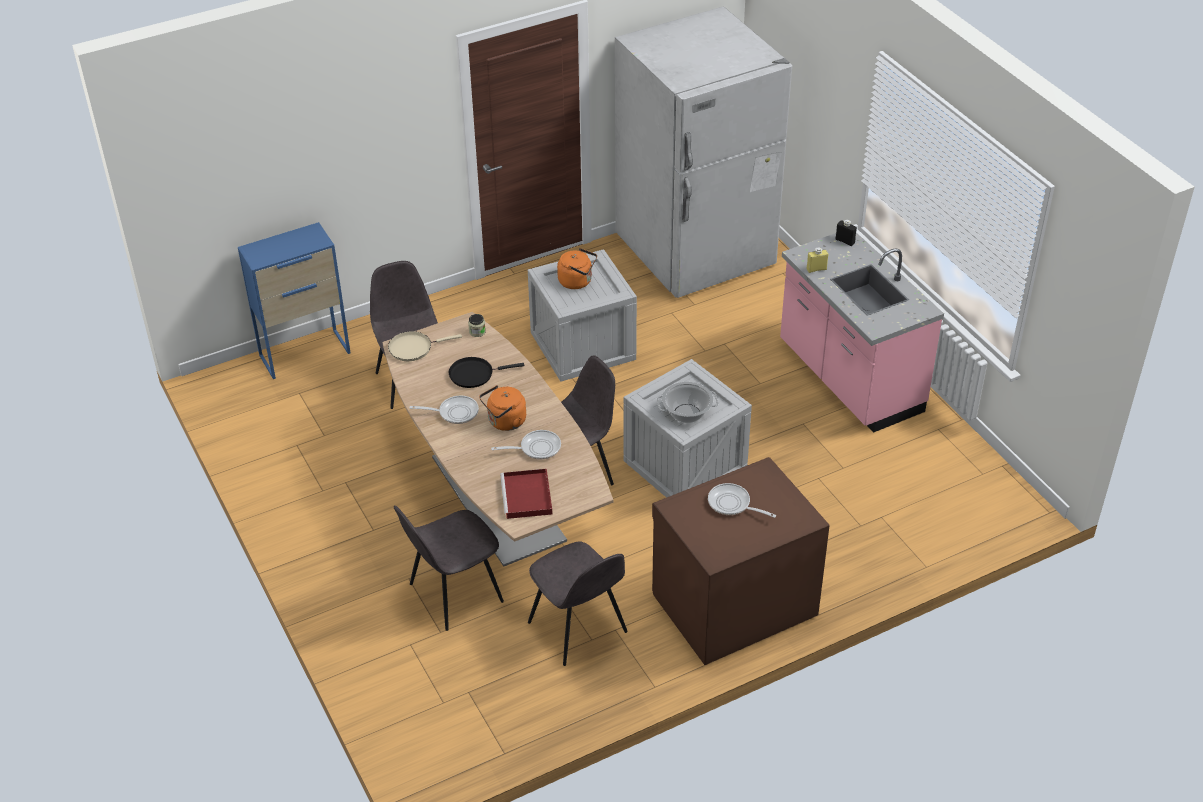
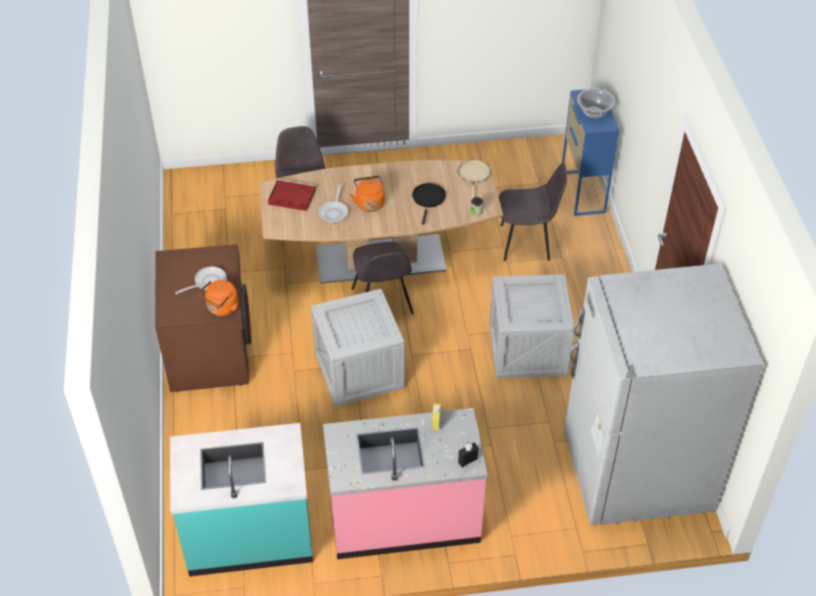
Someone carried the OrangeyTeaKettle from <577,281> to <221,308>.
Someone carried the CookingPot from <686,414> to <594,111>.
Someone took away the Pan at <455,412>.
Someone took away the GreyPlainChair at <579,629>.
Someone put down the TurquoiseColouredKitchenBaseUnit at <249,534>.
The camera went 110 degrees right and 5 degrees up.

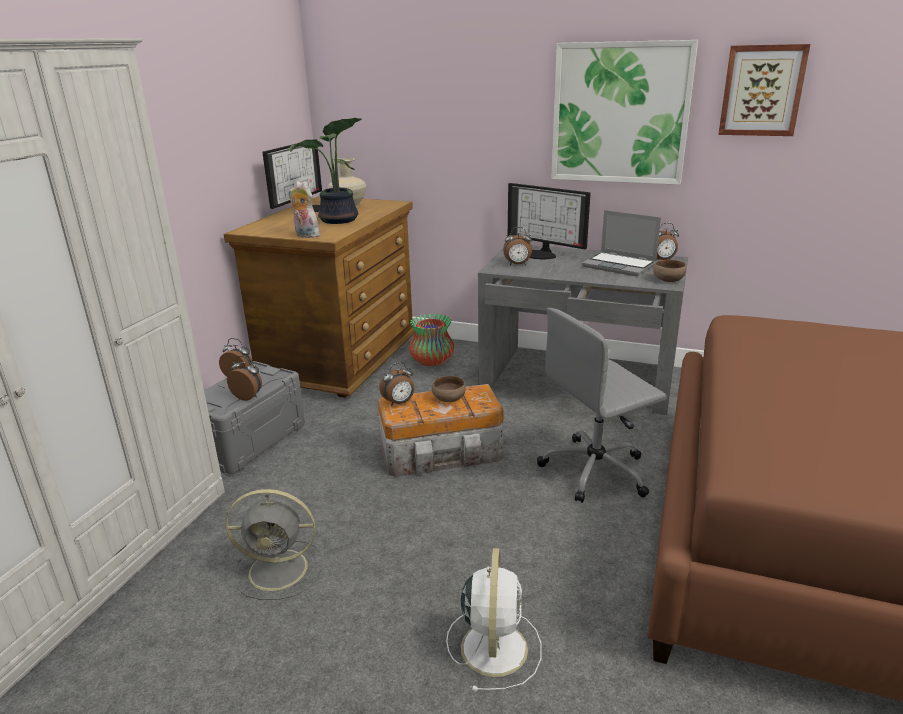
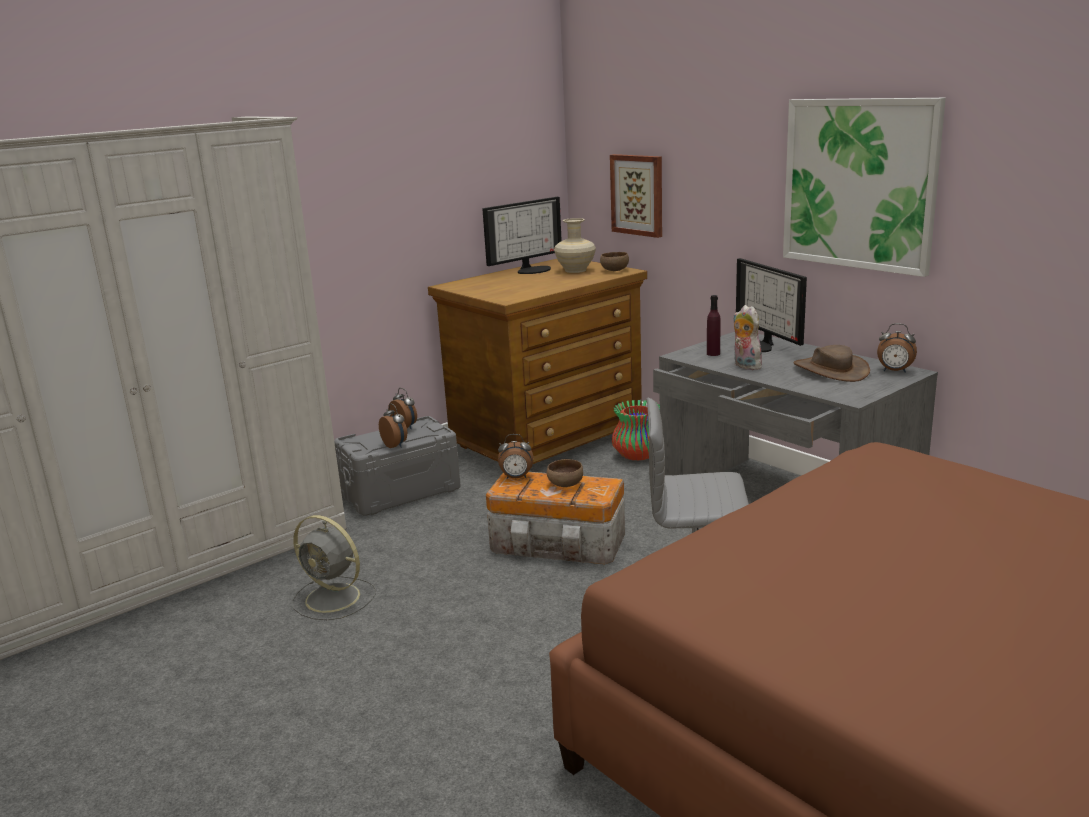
Someone carried the WallArt from <762,90> to <638,195>.
Someone took away the PlantInAPot at <338,220>.
Someone carried the PlushToy from <305,235> to <745,366>.
Someone swapped the NotebookComputer at <620,265> for the BrownClothingHat at <830,370>.
Someone swapped the BedsideClock at <517,265> for the PurpleColouredDrinkBottle at <713,354>.
Someone carried the BrownDeepDish from <667,280> to <614,270>.
Someone took away the WhiteFan at <494,645>.
The camera went 30 degrees right and 5 degrees down.

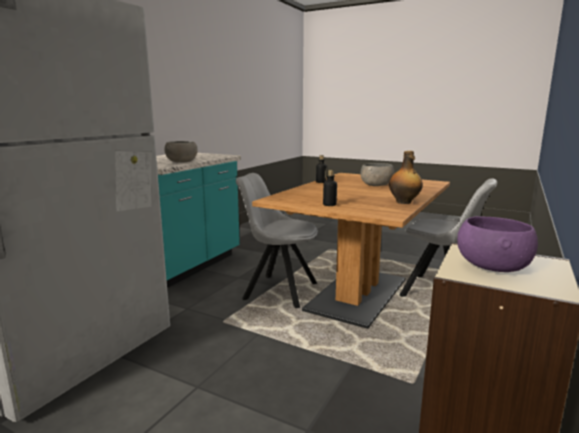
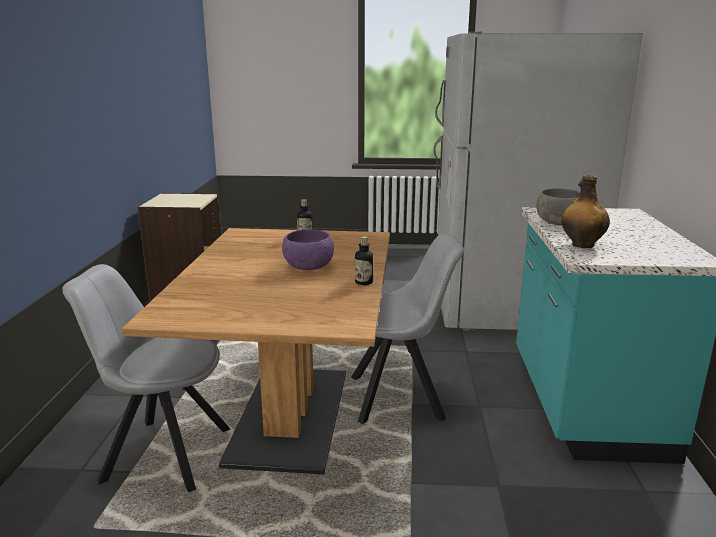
Someone carried the DrinkBottle from <404,202> to <581,245>.
Someone took away the GreyDeepDish at <377,185>.
Someone carried the PurpleColouredDeepDish from <492,266> to <308,266>.
The camera went 155 degrees right and 5 degrees up.

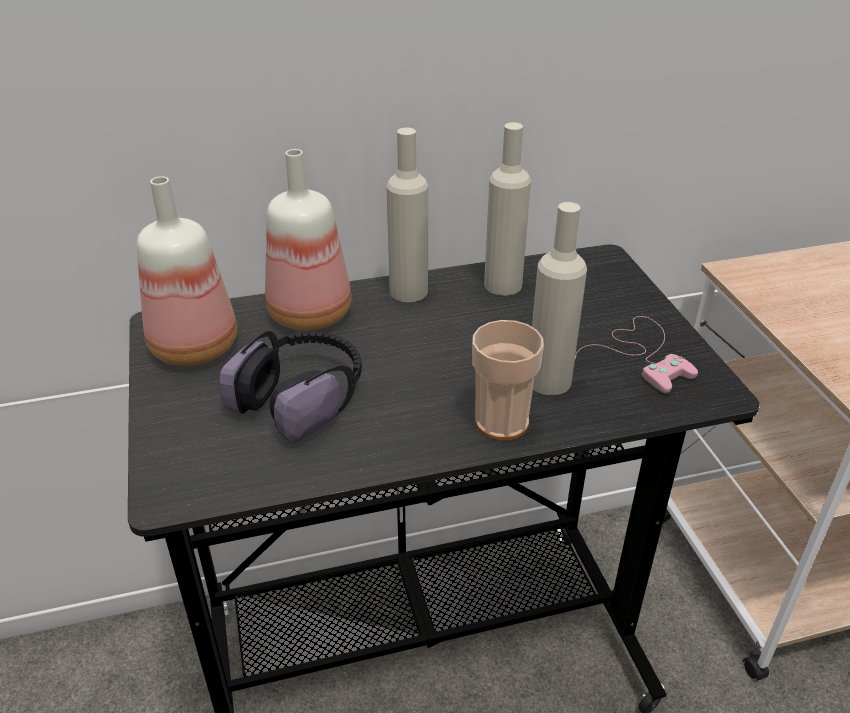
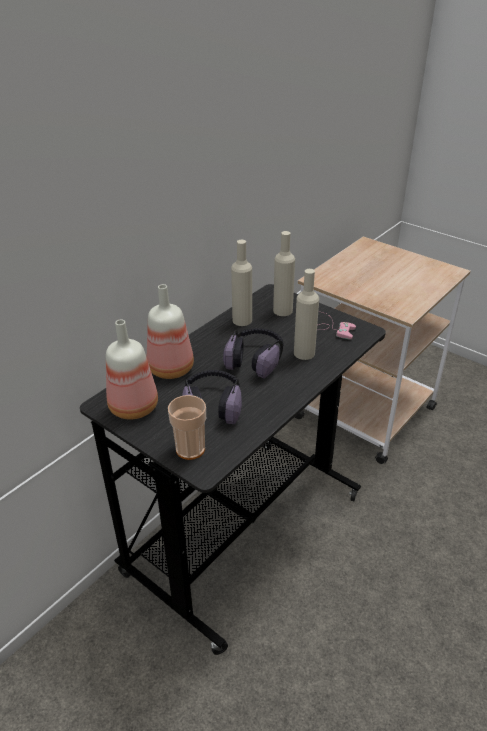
Someone carried the BeigeColouredDrinkBottle from <408,291> to <283,311>.
Someone carried the SmallCup from <501,422> to <190,449>.
Someone put down the Headset at <255,359>.
The camera went 35 degrees left and 0 degrees up.

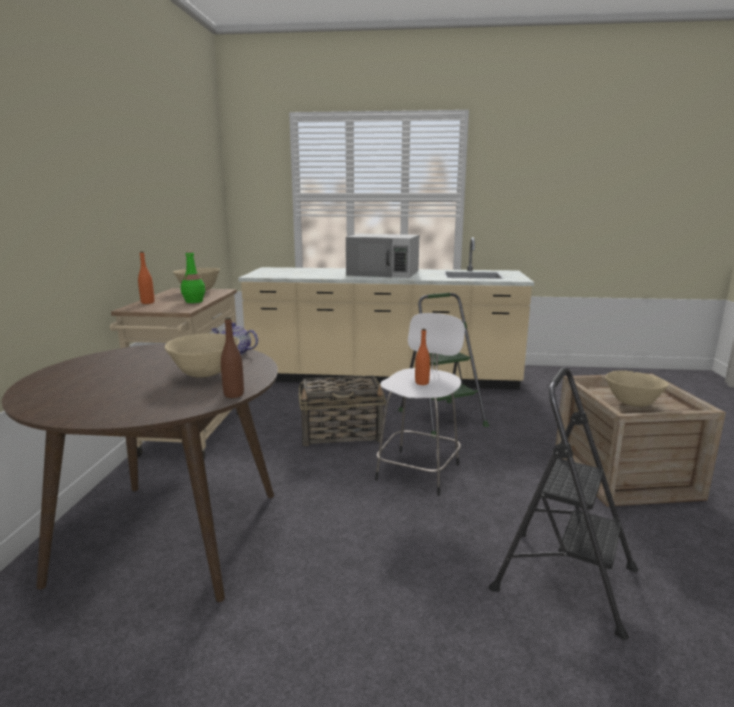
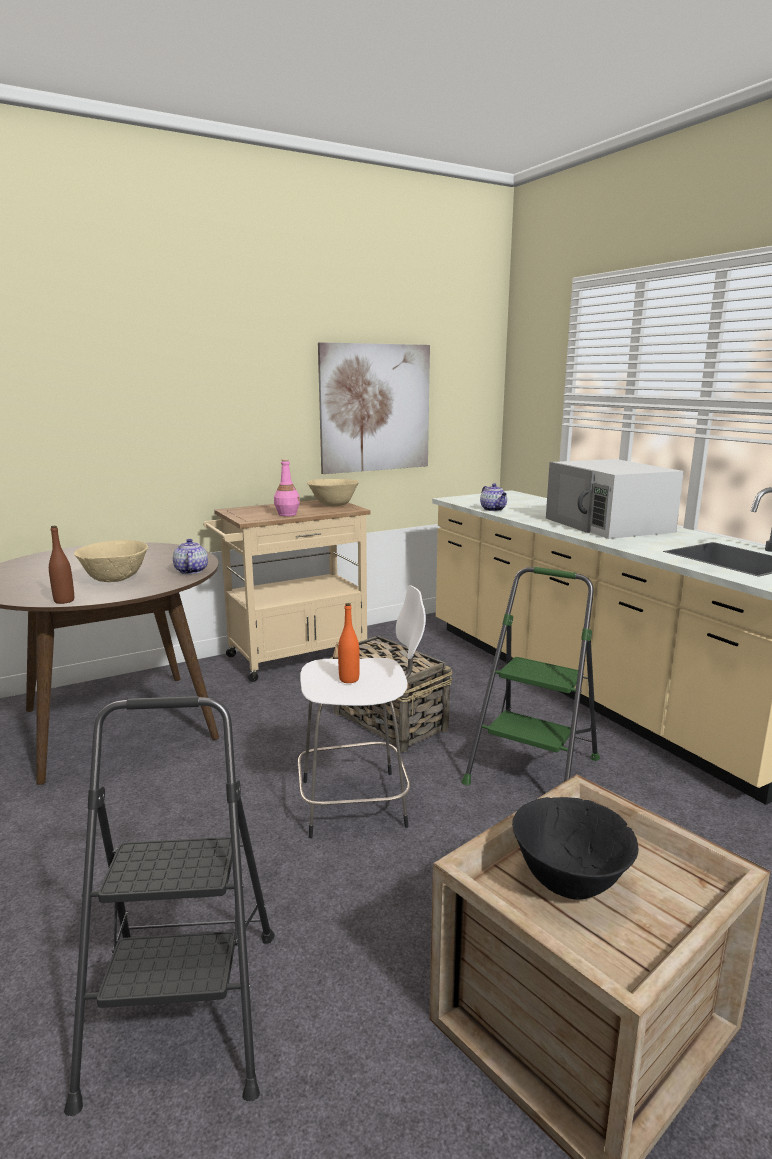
Someone repainted the GreenishDrinkBottle at <194,301>, which became the PinkishDrinkBottle at <287,514>.
Someone took away the OrangeyDrinkBottle at <147,302>.
Someone repainted the BeigeColouredDeepDish at <632,404>, which became the BlackColouredDeepDish at <568,880>.
Someone put up the WallArt at <375,408>.
Someone put down the PotForTea at <493,509>.
The camera went 55 degrees right and 0 degrees up.

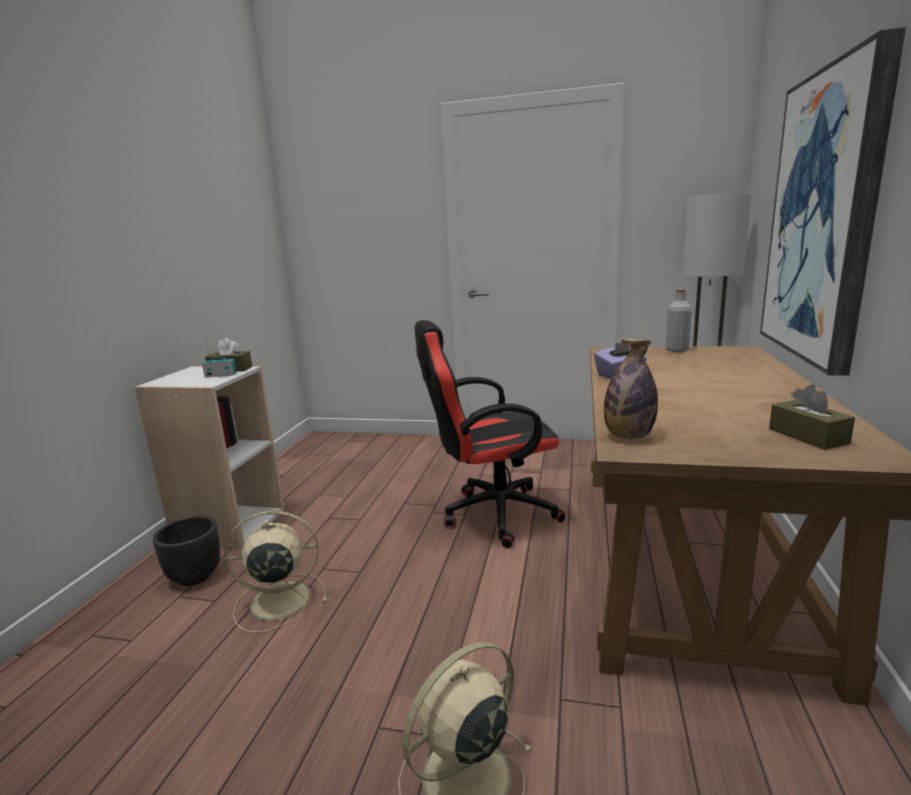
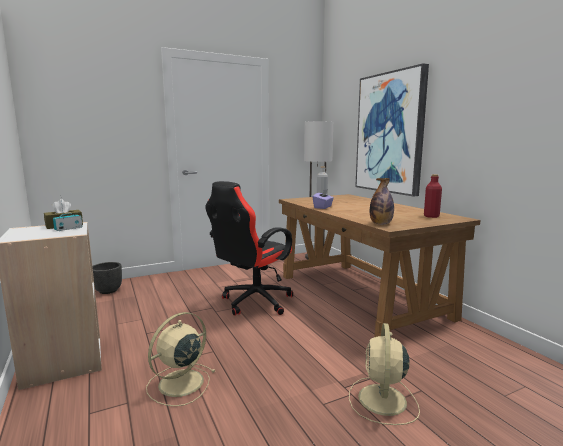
Someone swapped the BrownTissueBox at <807,436> for the RedDrinkBottle at <431,216>.
Someone carried the BlackColouredPlanter from <195,576> to <108,291>.
The camera went 40 degrees left and 5 degrees down.

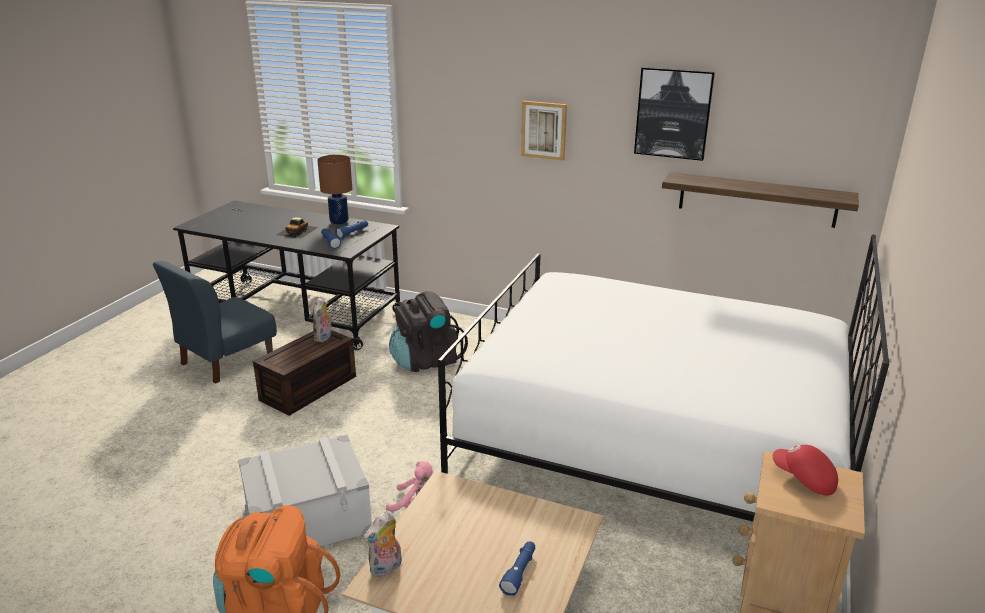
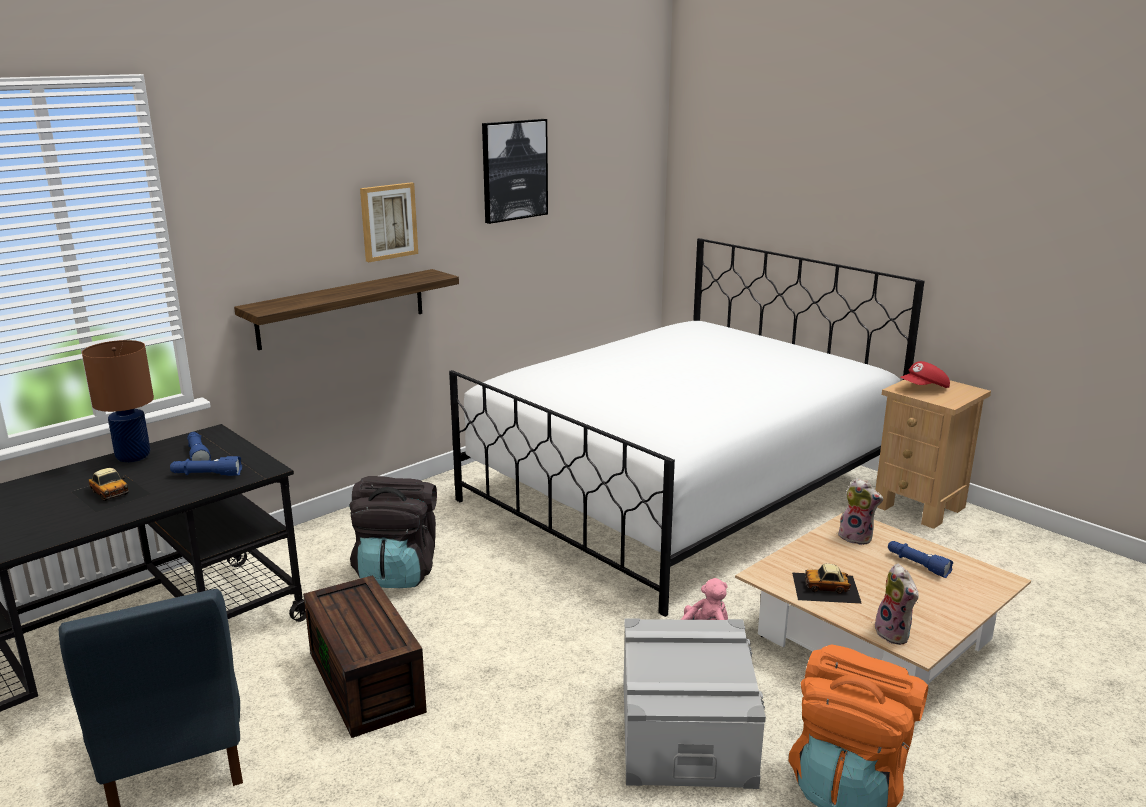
Someone carried the WallShelf from <757,199> to <342,308>.
Someone carried the PlushToy from <324,338> to <857,537>.
Someone put down the MiniatureCar at <826,587>.
The camera went 65 degrees left and 5 degrees down.

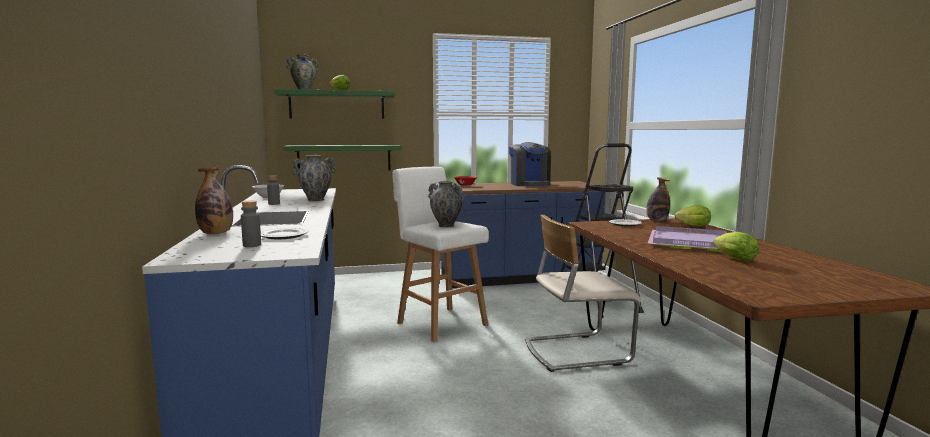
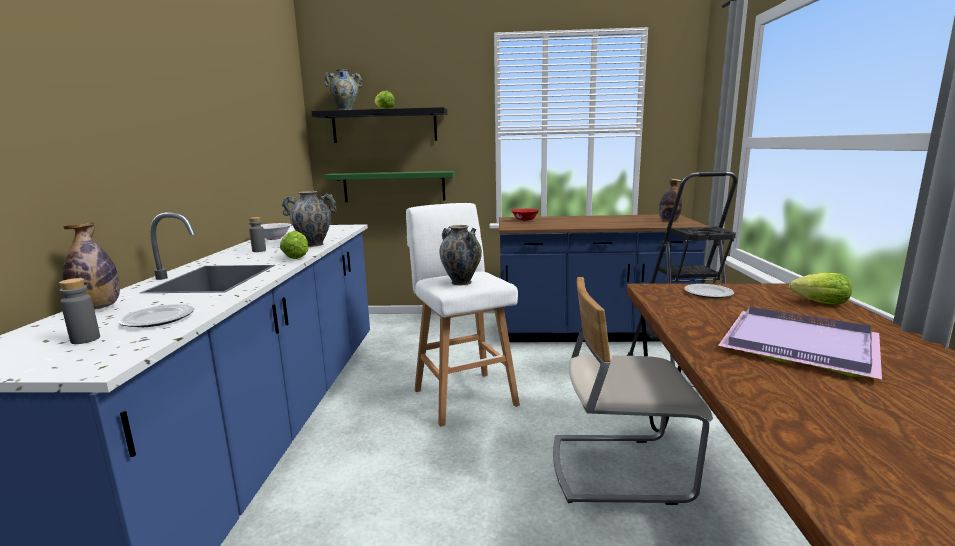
Someone repainted the GreenishWallShelf at <337,105>, which became the BlackColouredWallShelf at <384,126>.
Someone took away the CoffeeMaker at <529,184>.
Someone carried the DrinkBottle from <657,220> to <668,220>.
Someone carried the Lettuce from <732,258> to <296,256>.
The camera went 15 degrees right and 5 degrees up.

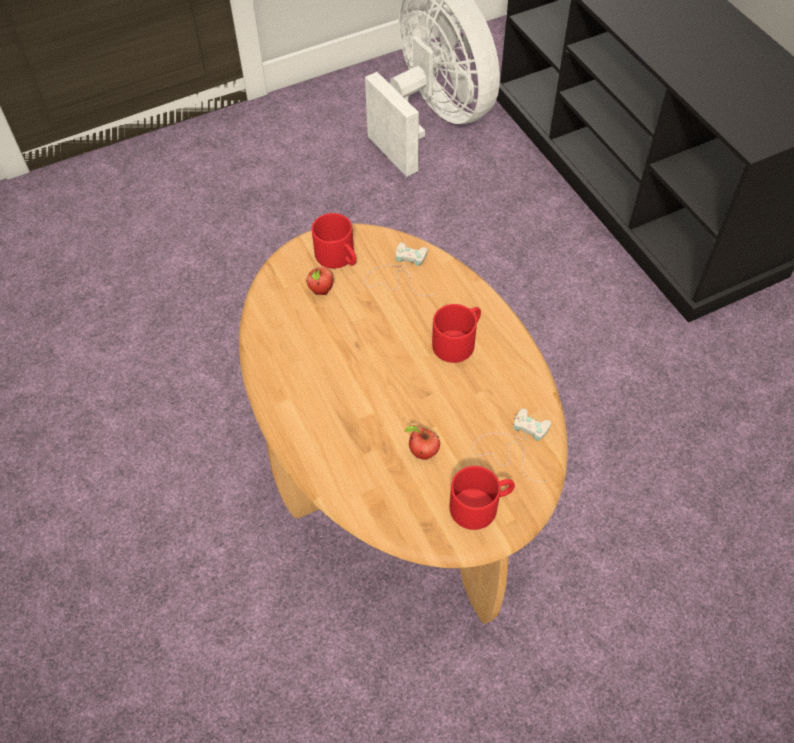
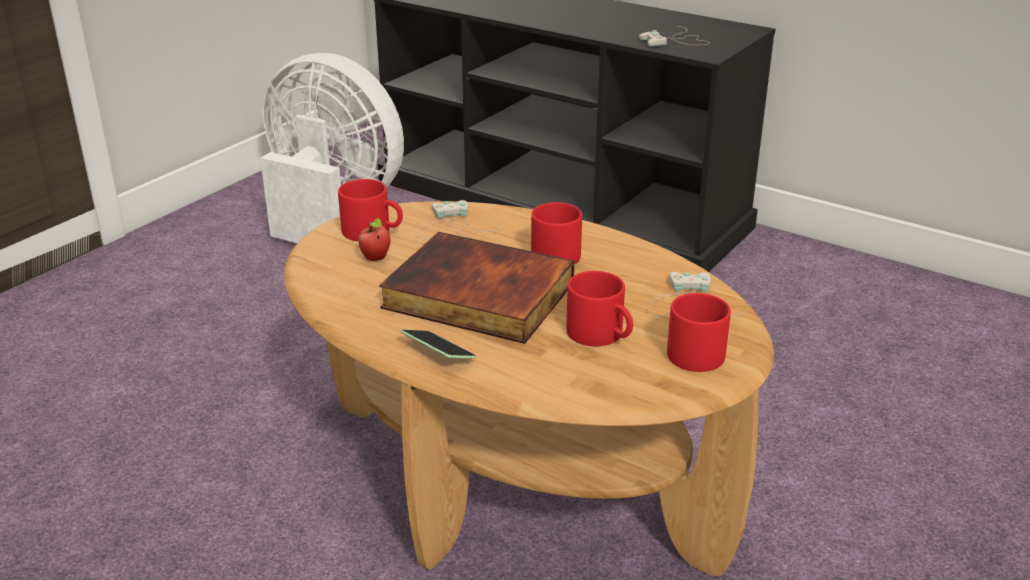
Someone swapped the Apple at <422,453> for the RedTeaMug at <602,335>.
Someone put down the WhiteJoypad at <676,42>.
Someone put down the Book at <476,296>.
Someone put down the Telephone at <438,354>.
The camera went 30 degrees left and 25 degrees down.

